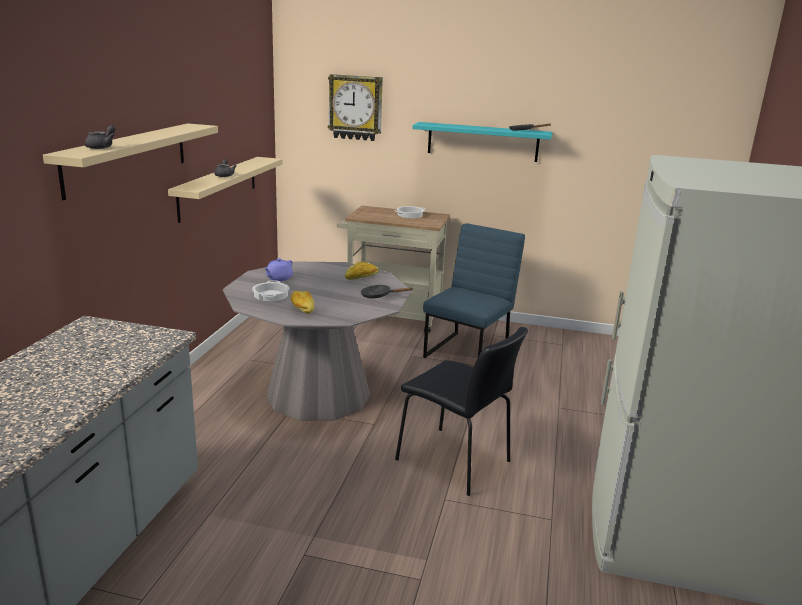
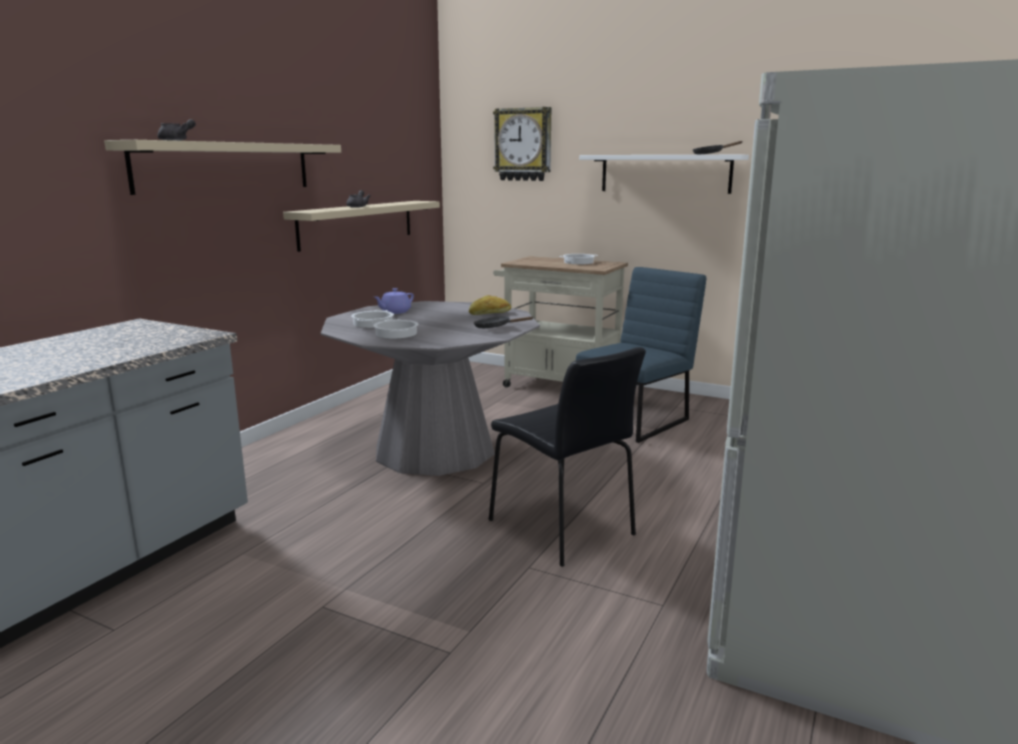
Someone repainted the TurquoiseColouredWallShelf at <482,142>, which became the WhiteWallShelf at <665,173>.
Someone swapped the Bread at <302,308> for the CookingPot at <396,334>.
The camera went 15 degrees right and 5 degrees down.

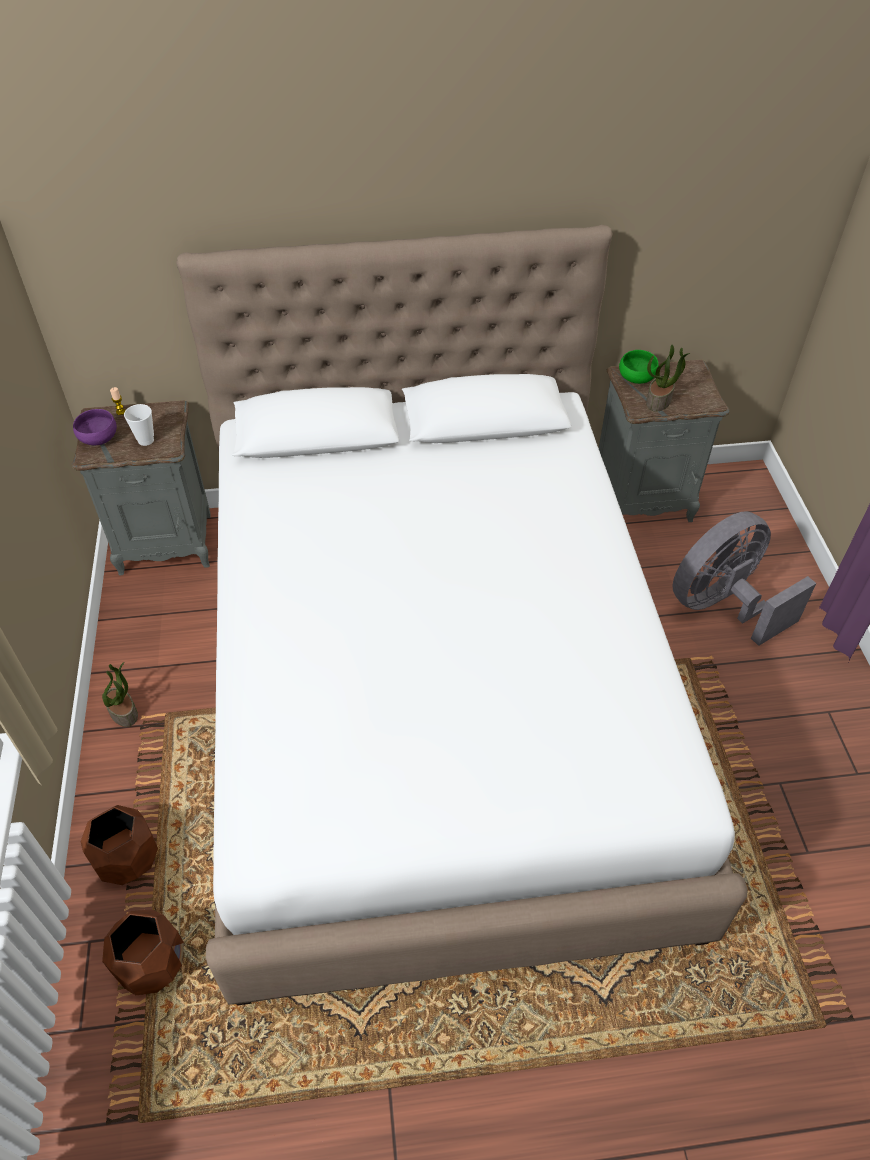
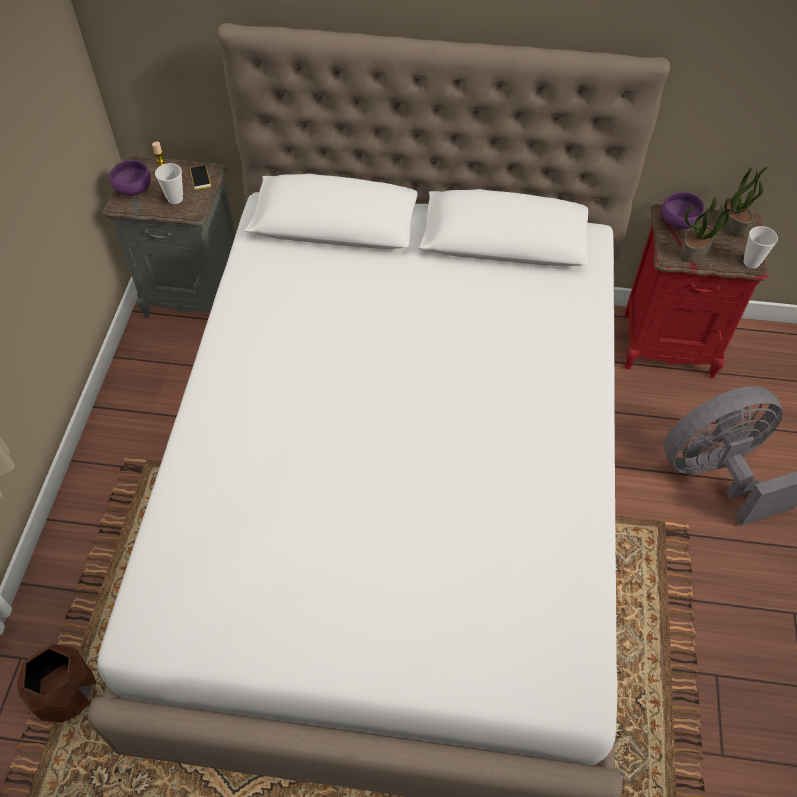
Someone repainted the GreenishDeepDish at <637,379>, which became the PurpleColouredDeepDish at <679,222>.
Someone repainted the GreyNightstand at <643,501>, which became the RedNightstand at <669,346>.
Someone carried the PlantInAPot from <124,712> to <732,225>.
Someone took away the BrownPlanter at <127,858>.
Someone put down the Telephone at <200,178>.
Someone put down the SmallCup at <751,262>.
The camera went 15 degrees right and 5 degrees up.

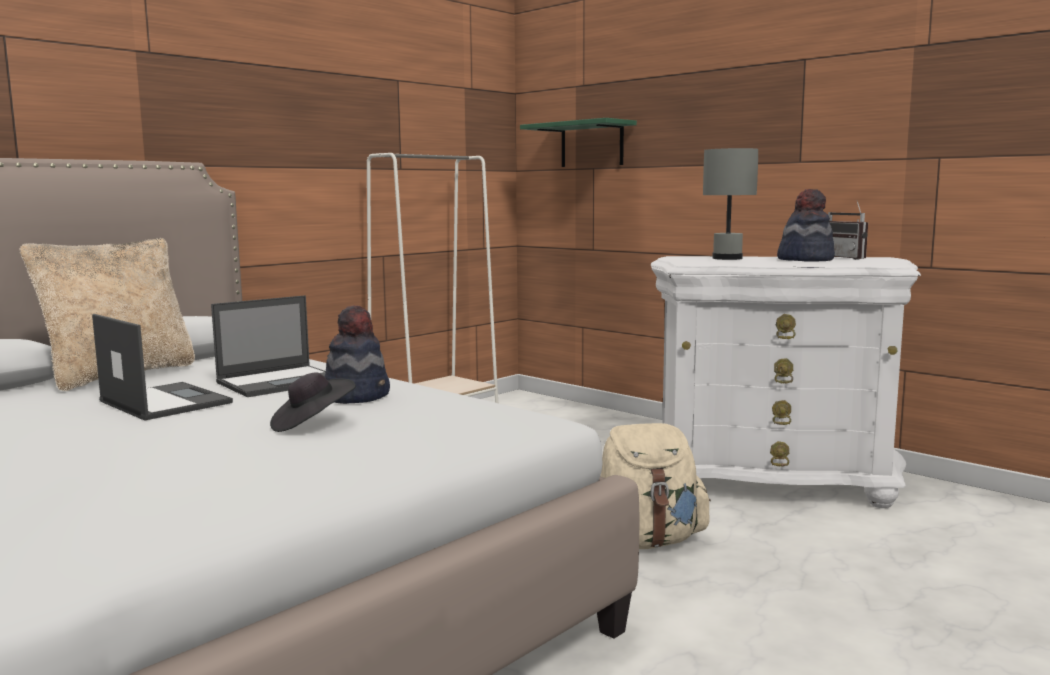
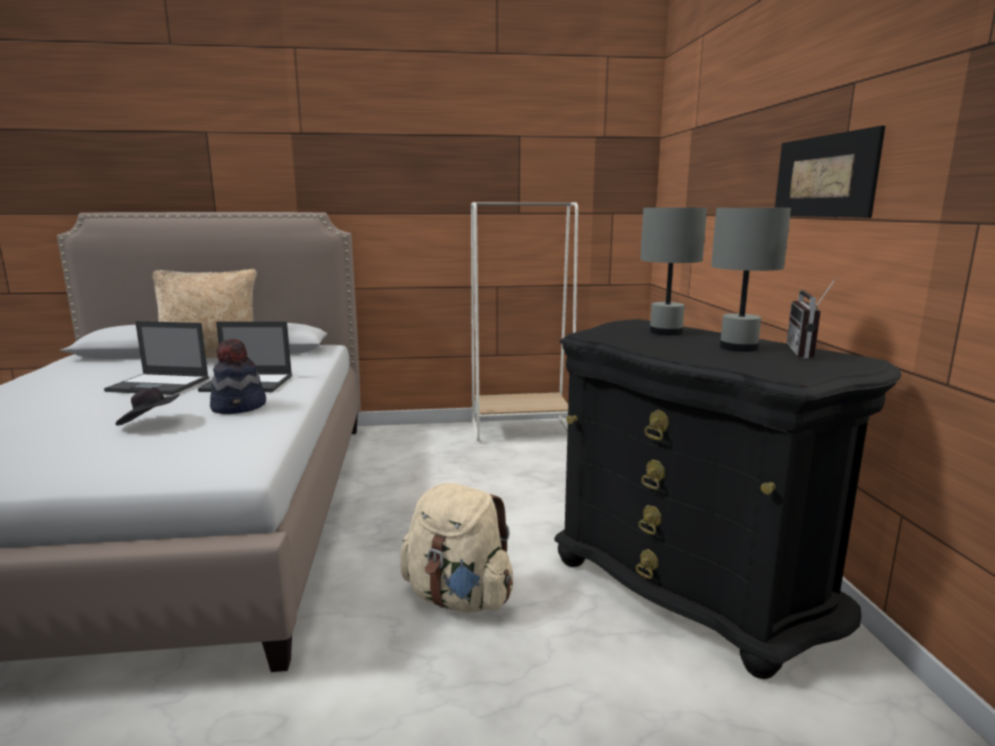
Someone took away the GreenishWallShelf at <592,145>.
Someone swapped the ClothingHat at <805,259> for the GreyTabletopLamp at <738,347>.
Someone repainted the WhiteDresser at <772,483>, which became the BlackColouredDresser at <685,590>.
Someone rotated the NotebookComputer at <164,402> by 105 degrees clockwise.
Someone put up the WallArt at <823,176>.
The camera went 40 degrees right and 5 degrees up.

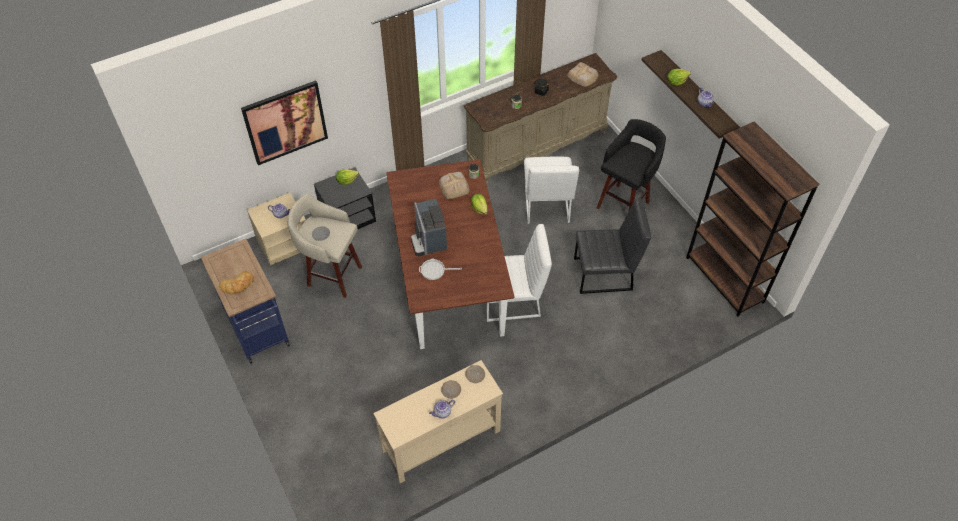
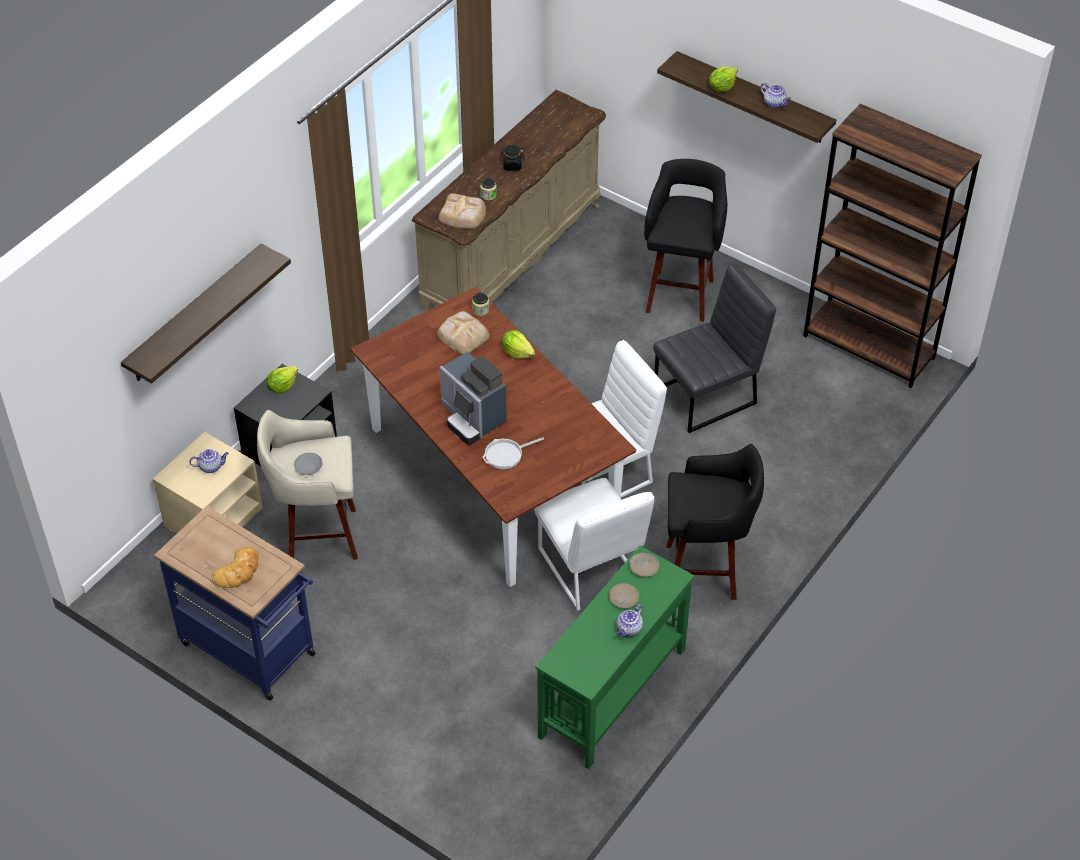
Someone carried the Bread from <583,77> to <463,215>.
Someone swapped the WallArt at <285,122> for the WallShelf at <195,314>.
Someone carried the WhitePlainChair from <546,205> to <590,568>.
Someone repainted the BeigeColouredConsoleTable at <440,440>, which became the GreenishConsoleTable at <611,693>.
Someone put down the BlackColouredSittingStool at <705,572>.
The camera went 25 degrees left and 5 degrees down.

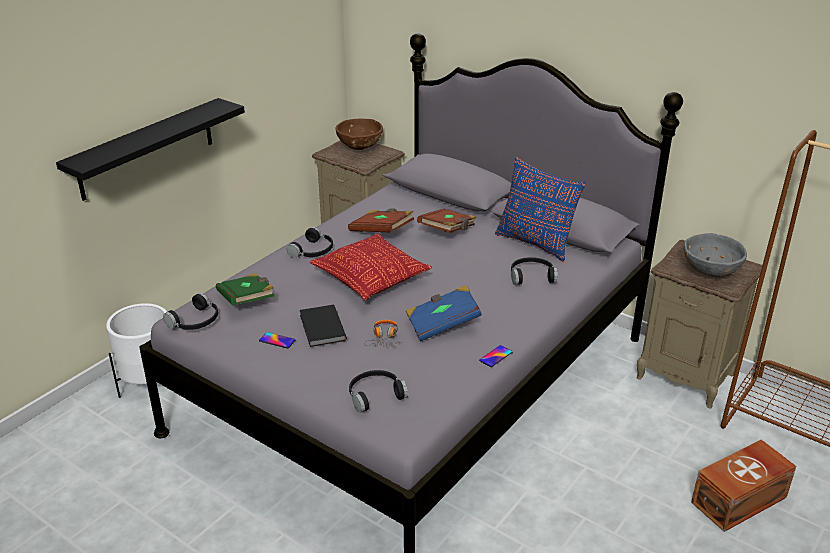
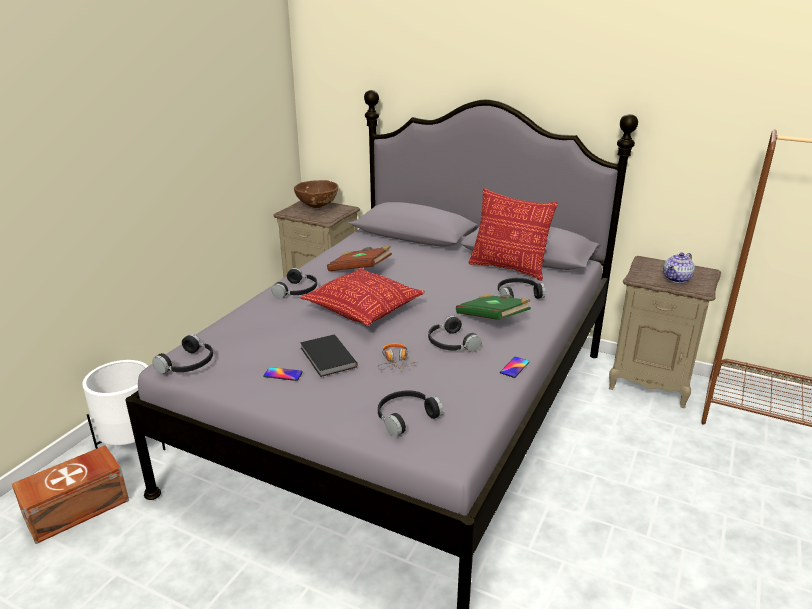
Someone took away the BlackColouredWallShelf at <146,149>.
Someone repainted the BlueCushion at <535,243>, which became the RedCushion at <509,268>.
Someone took away the BrownBook at <448,231>.
Someone swapped the GreyDeepDish at <710,273> for the PotForTea at <677,279>.
Someone carried the GreenishBook from <247,301> to <492,319>.
Someone swapped the BlueBook at <442,324> for the BlackColouredHeadset at <450,343>.
Someone carried the BrownStorageBox from <741,500> to <79,509>.
The camera went 10 degrees left and 5 degrees down.

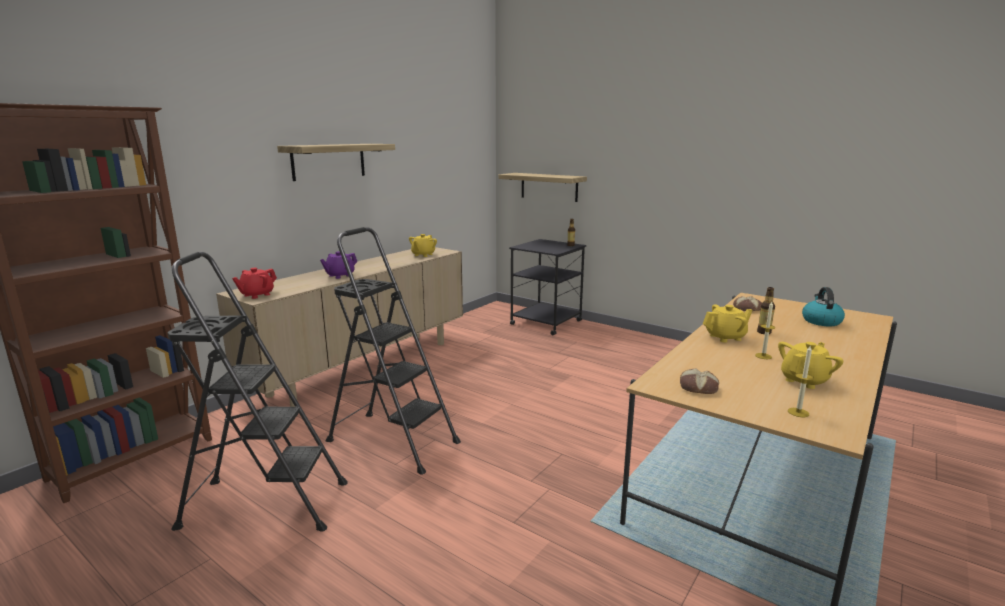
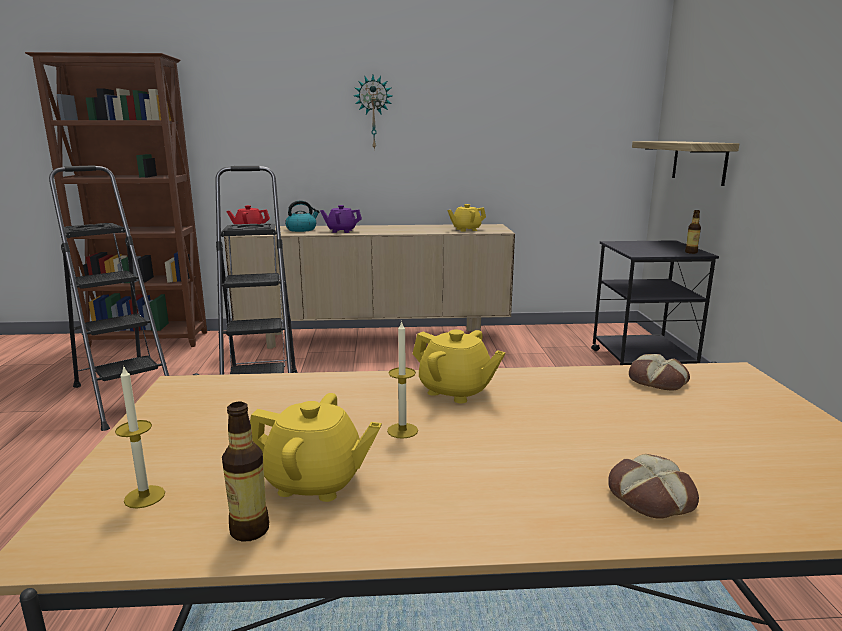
Someone swapped the WallShelf at <329,161> for the WallClock at <373,112>.
Someone carried the DrinkBottle from <764,332> to <249,530>.
Someone carried the TeaKettle from <821,321> to <302,229>.
Someone carried the Bread from <698,387> to <649,497>.
The camera went 50 degrees right and 0 degrees up.

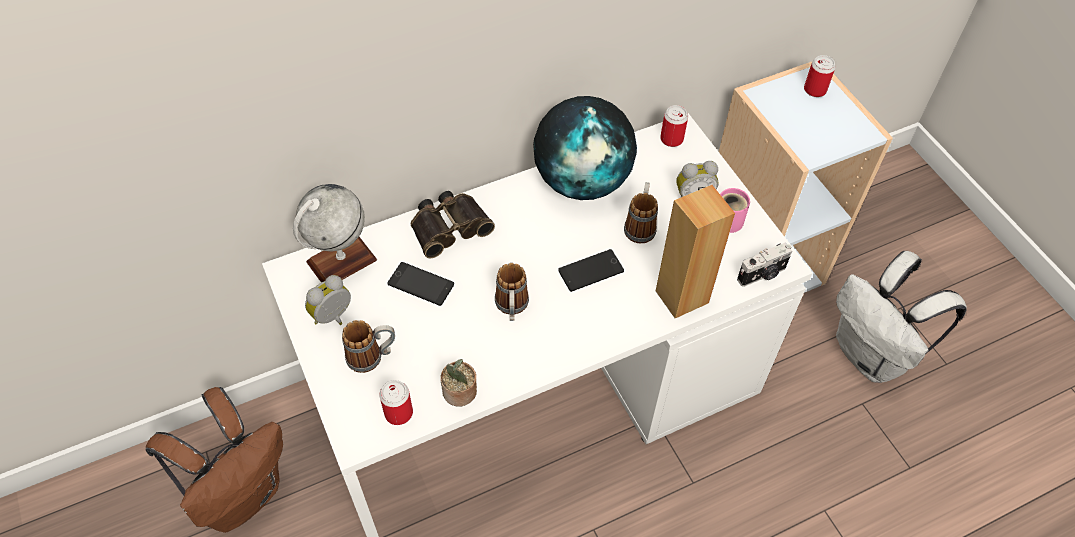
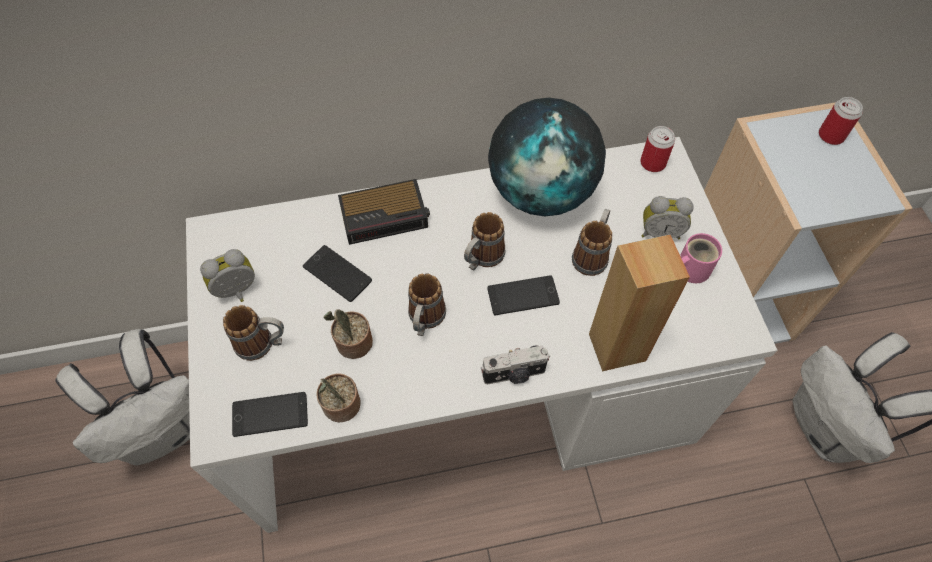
Someone took away the DeskGlobe at <341,261>.
Someone swapped the Binoculars at <449,226> for the BedsideClock at <386,215>.
Someone carried the PhotoCamera from <762,275> to <514,374>.
Someone swapped the Can at <398,413> for the Telephone at <270,414>.
Someone repainted the BrownBackpack at <242,494>, which became the WhiteBackpack at <164,429>.
Someone put down the TeaMug at <482,259>.
Someone put down the PlantInAPot at <353,344>.
The camera went 15 degrees right and 5 degrees up.

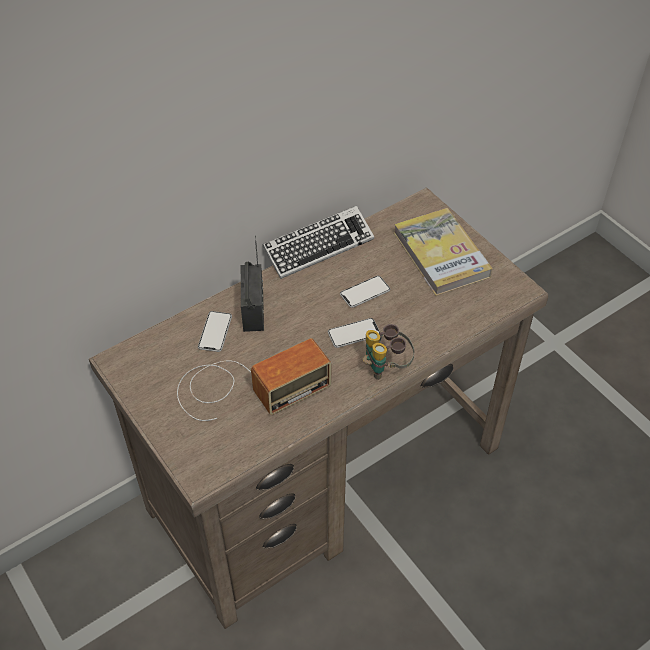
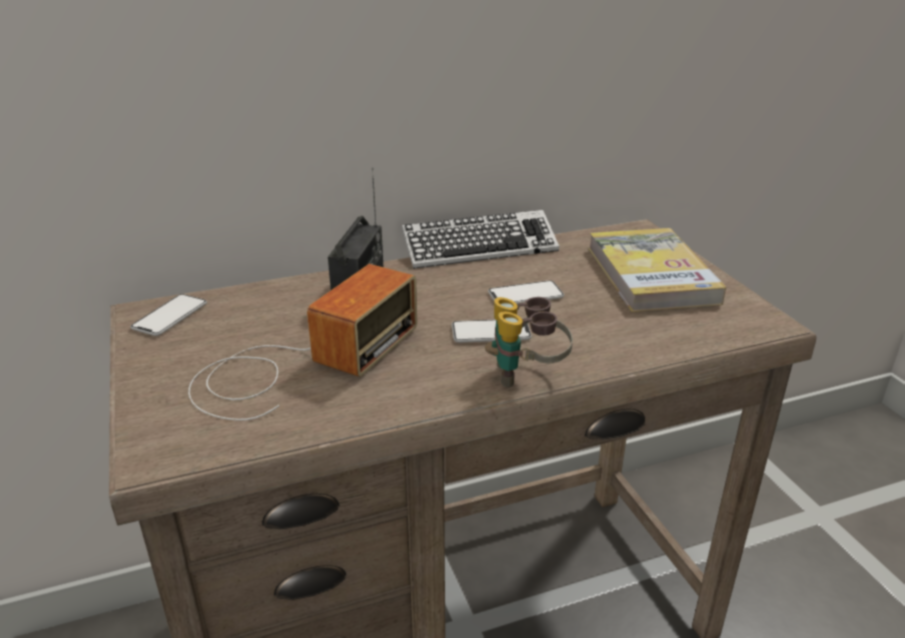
Someone carried the Telephone from <215,332> to <170,316>.
Someone rotated the Radio at <247,387> by 45 degrees counterclockwise.
The camera went 15 degrees right and 20 degrees down.

